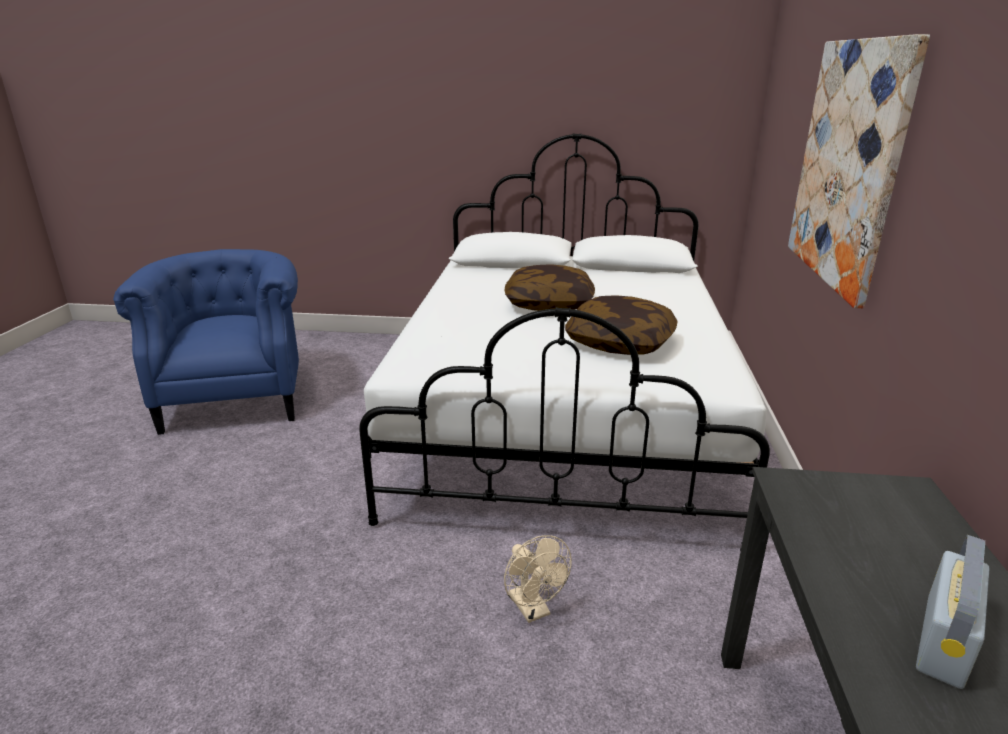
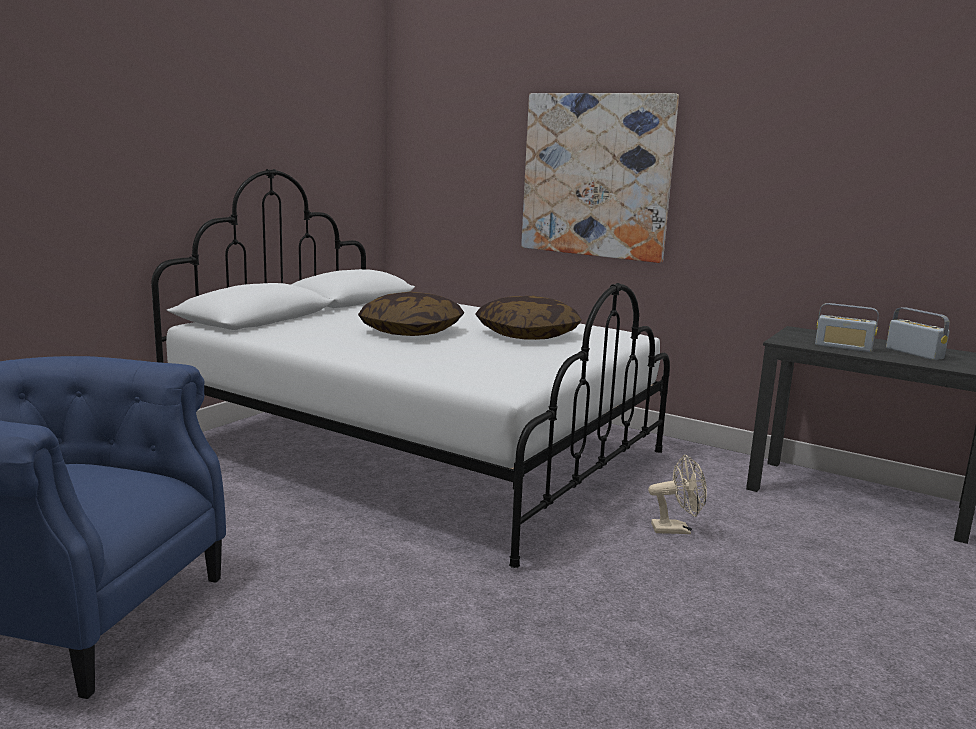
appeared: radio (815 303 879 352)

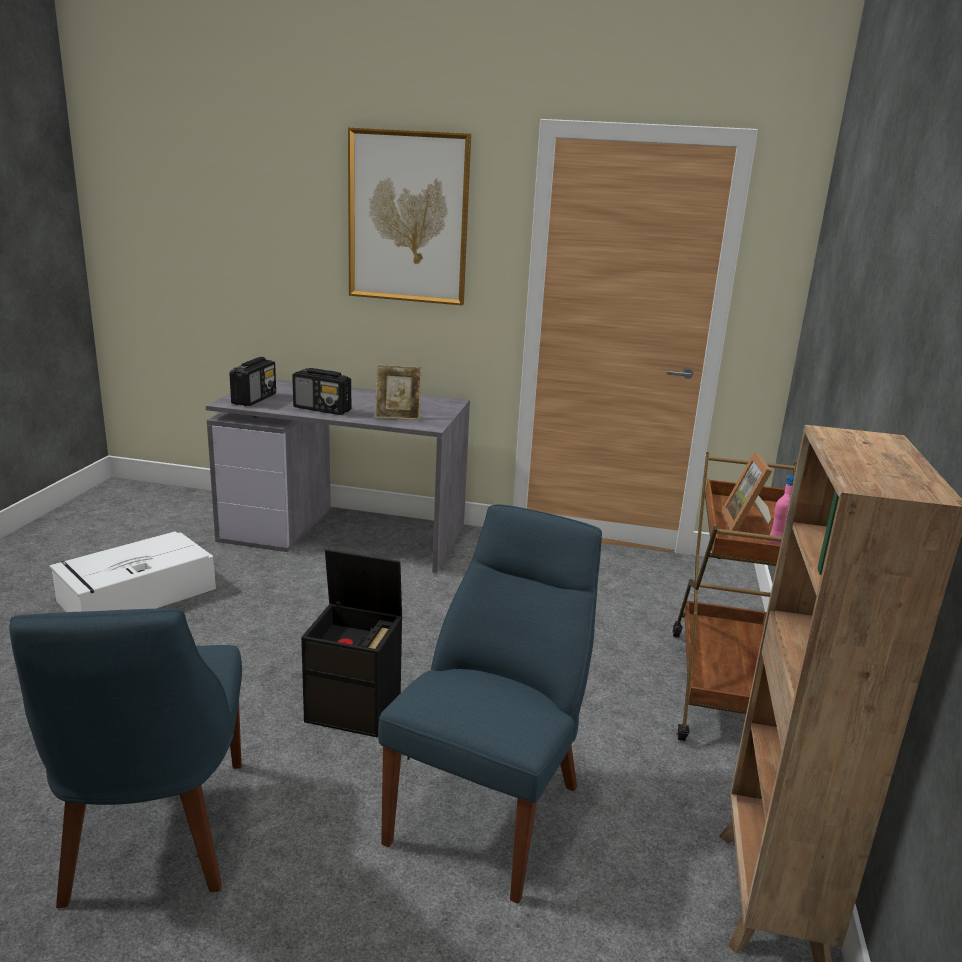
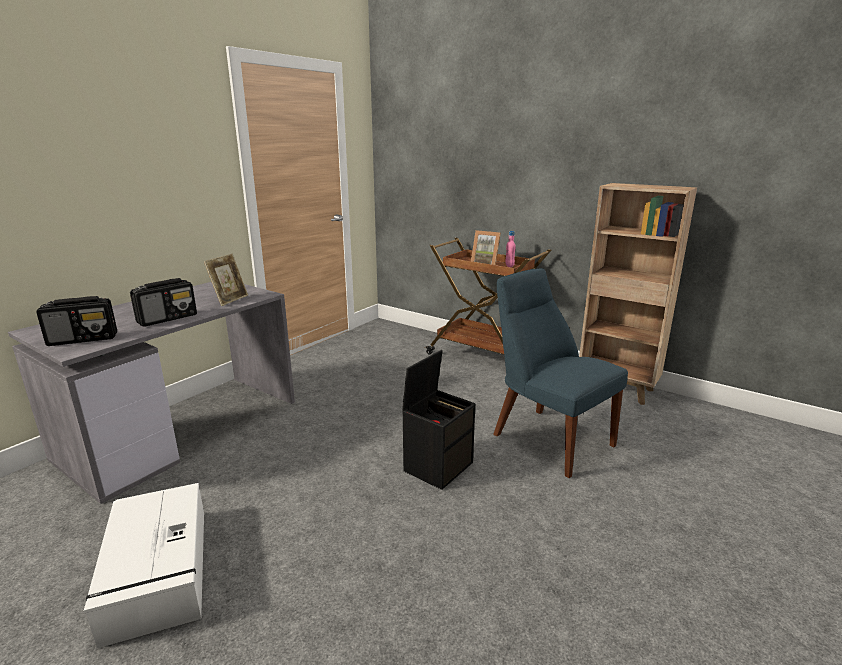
missing: picture (348 127 471 305); chair in blue (9 609 242 908)
spun: radio (229 357 276 406) = (36 296 117 346) 120 degrees clockwise

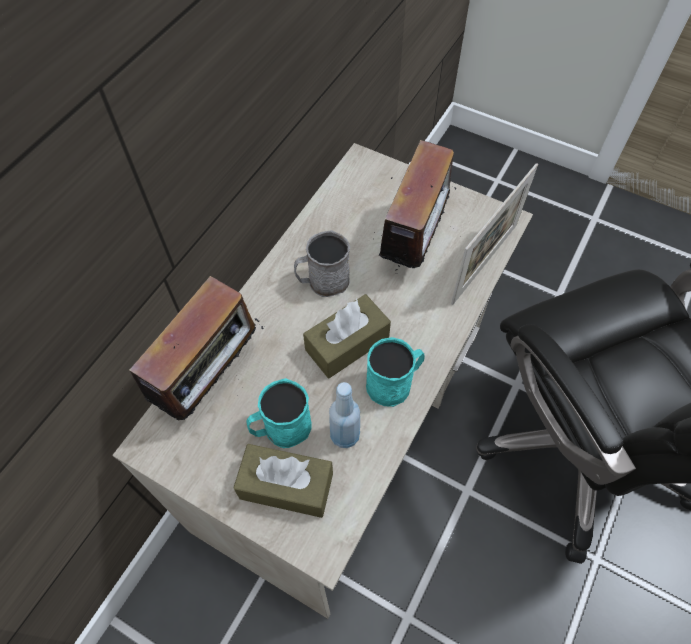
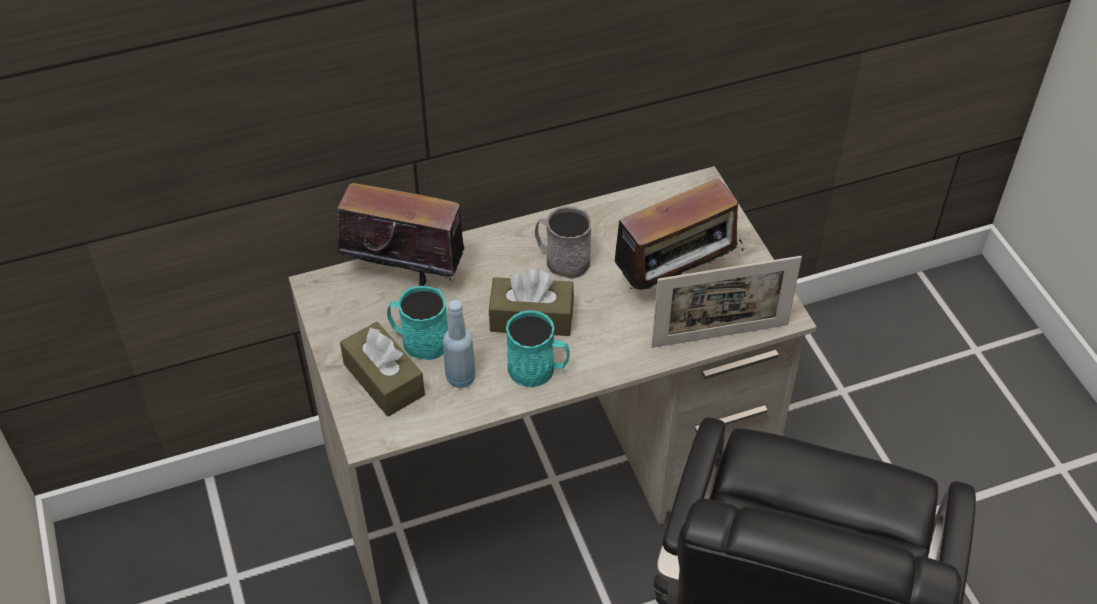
spun: radio (116 276 264 420) = (337 175 465 286) 150 degrees counterclockwise

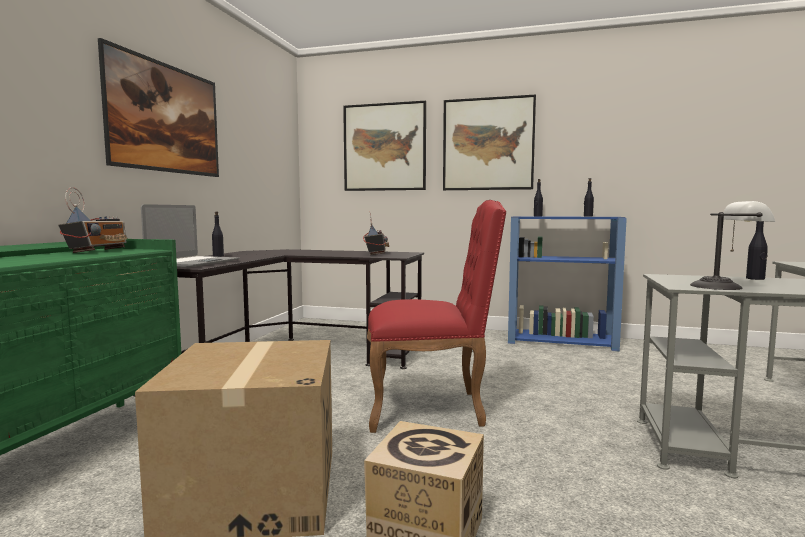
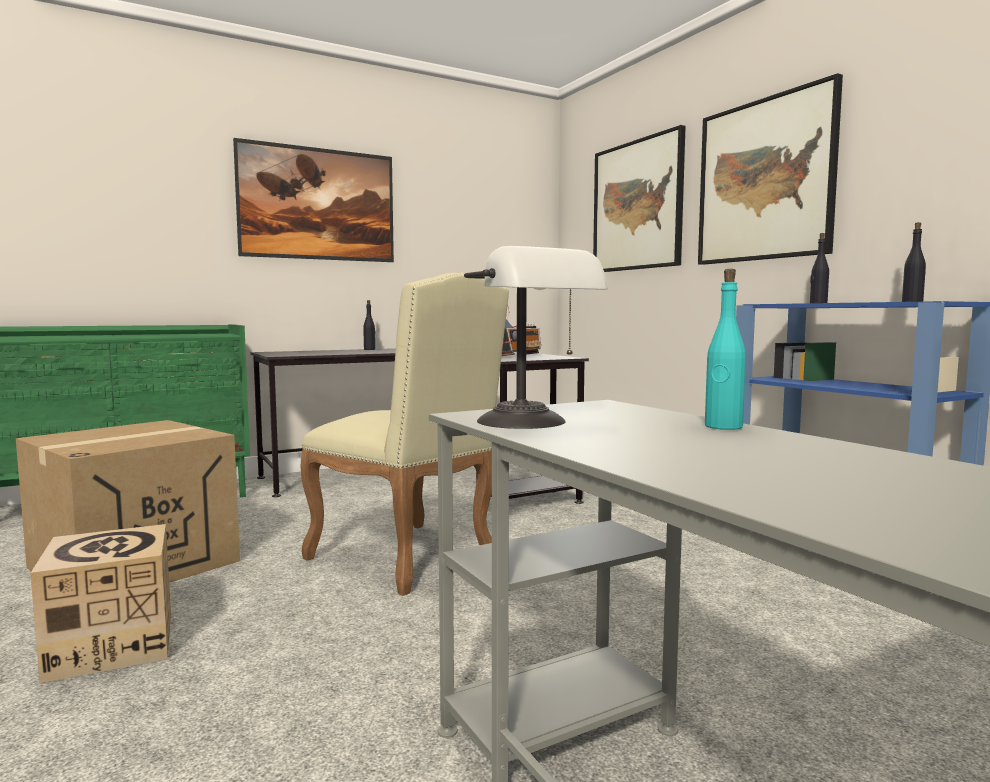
missing: radio (58 187 127 253); laptop (141 204 240 268)
colour: chair in red (367 200 506 433) to chair in beige (301 272 509 596); bottle in black (746 221 768 280) to bottle in turquoise (705 269 746 430)

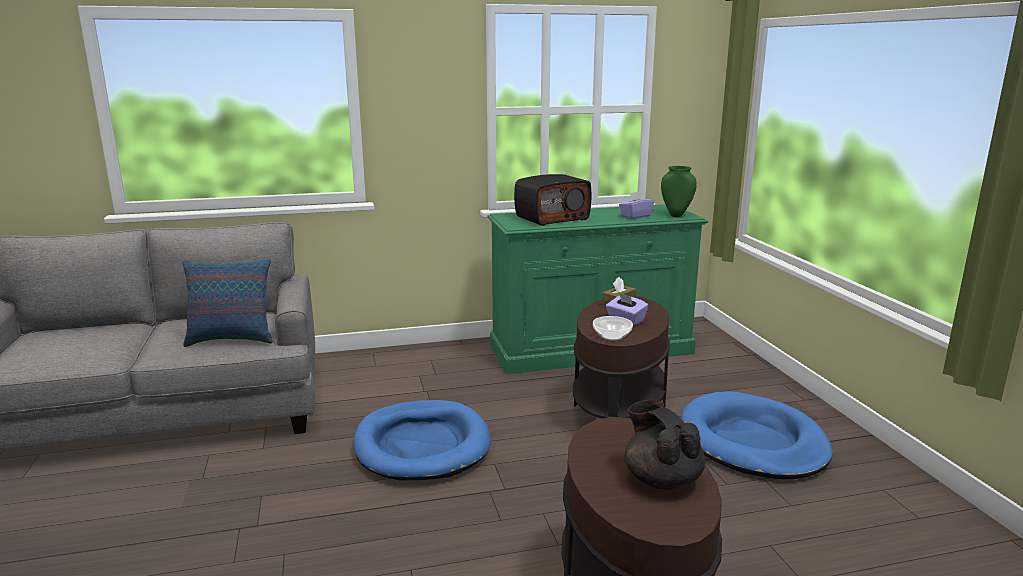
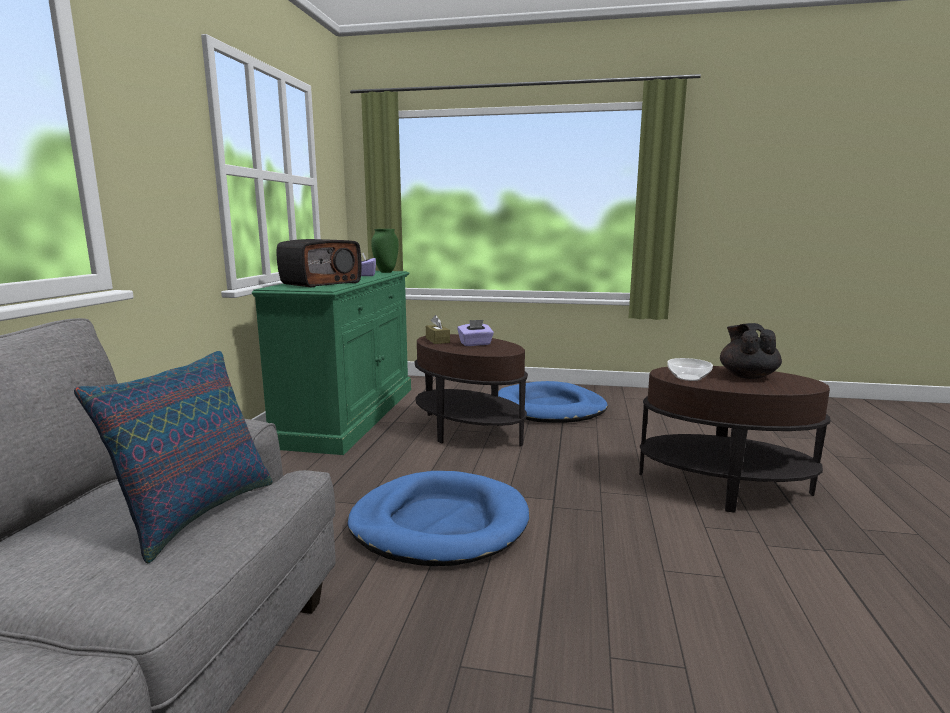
relocated: bowl (593 316 633 340) to (667 358 713 381)
spun: radio (514 174 591 226) = (277 239 361 287) 45 degrees clockwise; teapot in black (624 400 705 490) = (720 323 782 379) 90 degrees clockwise

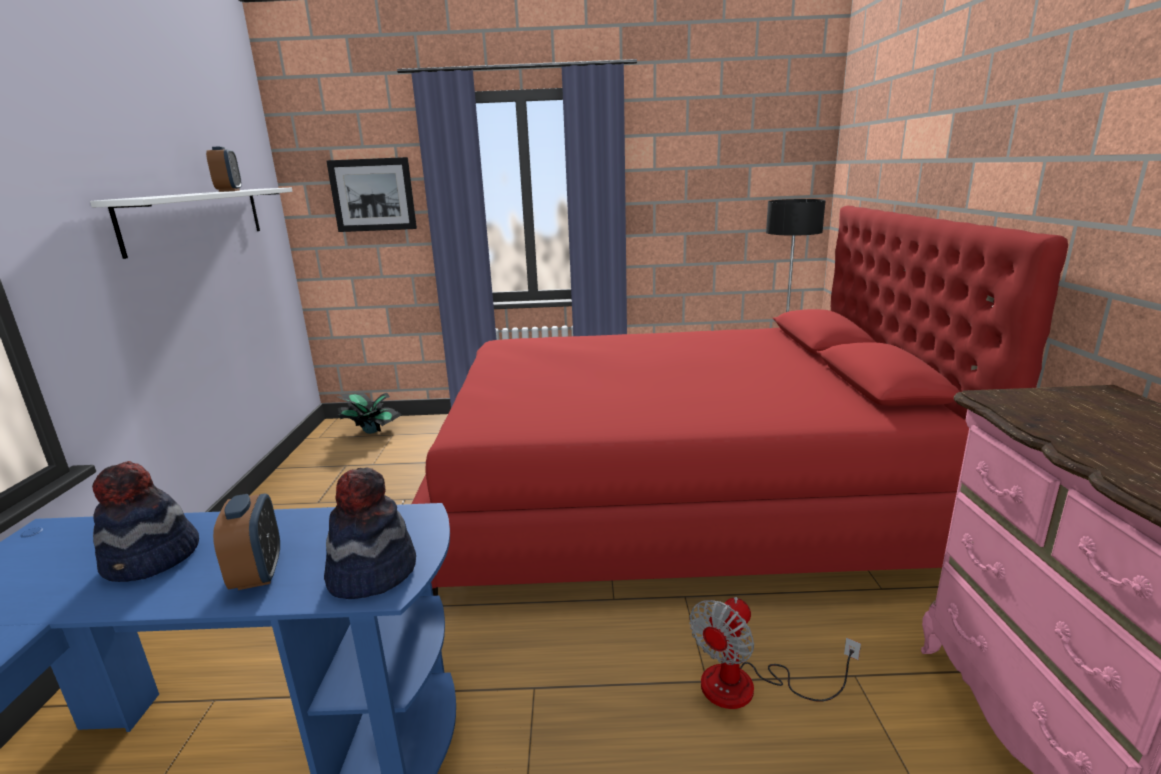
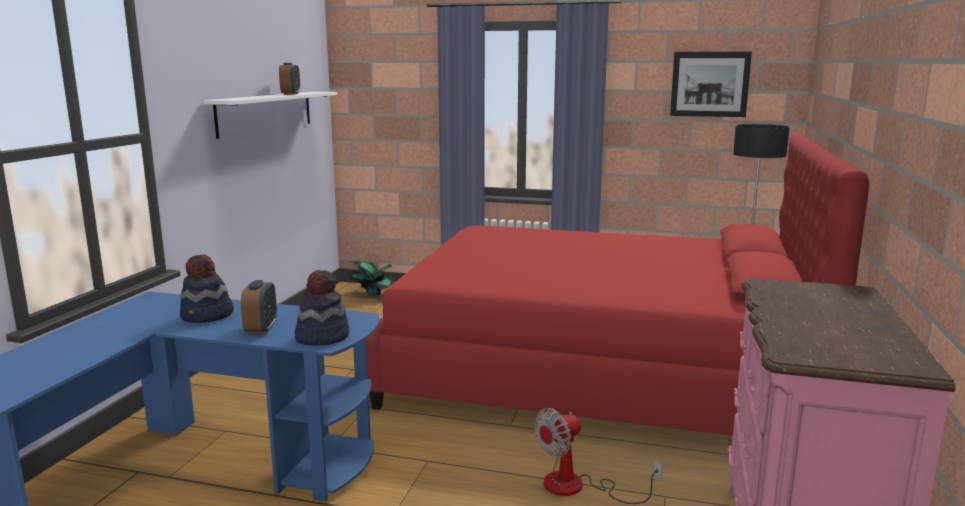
relocated: picture (326 157 417 232) to (670 52 752 117)

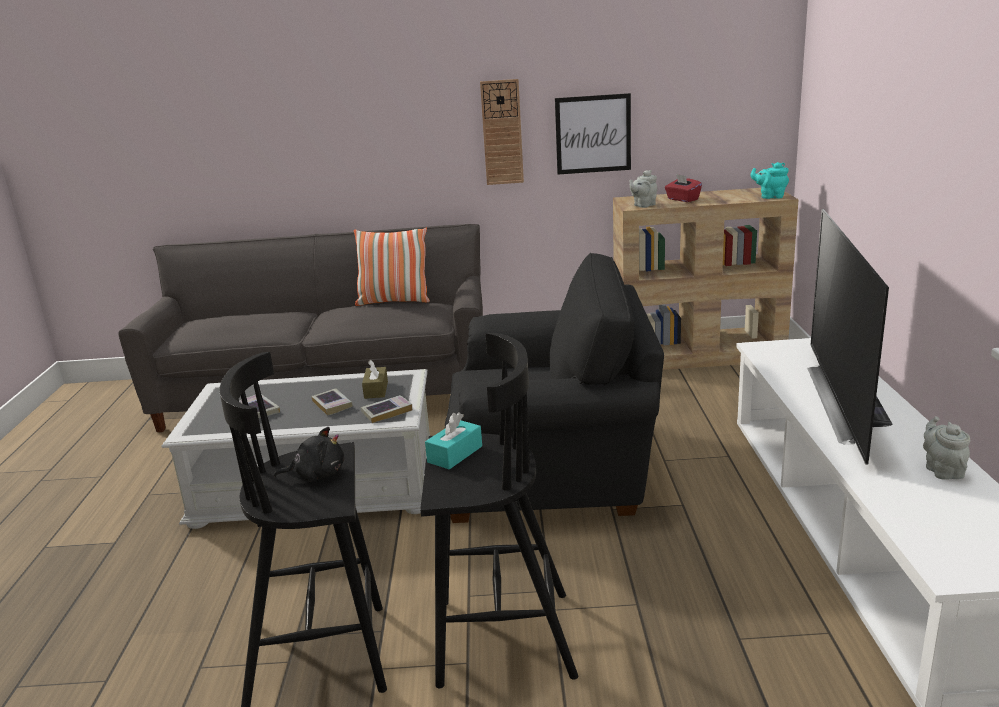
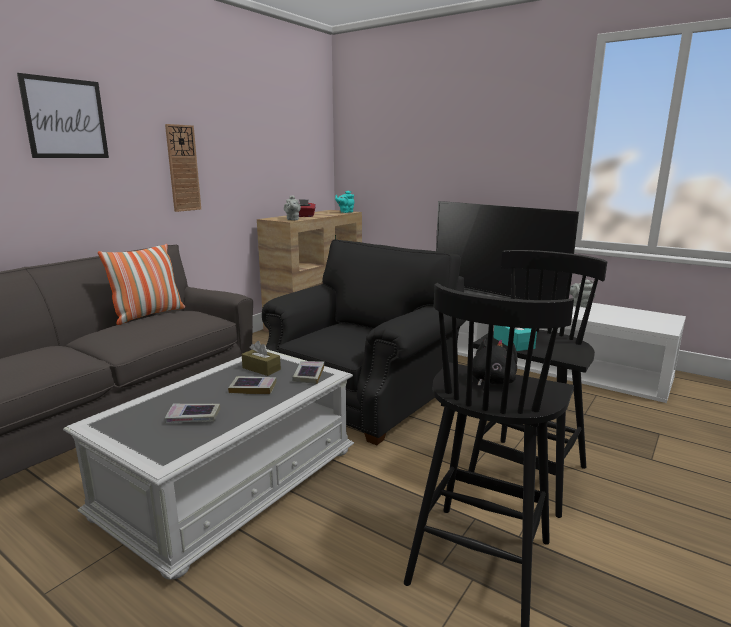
relocated: picture (555 93 631 174) to (17 73 109 158)

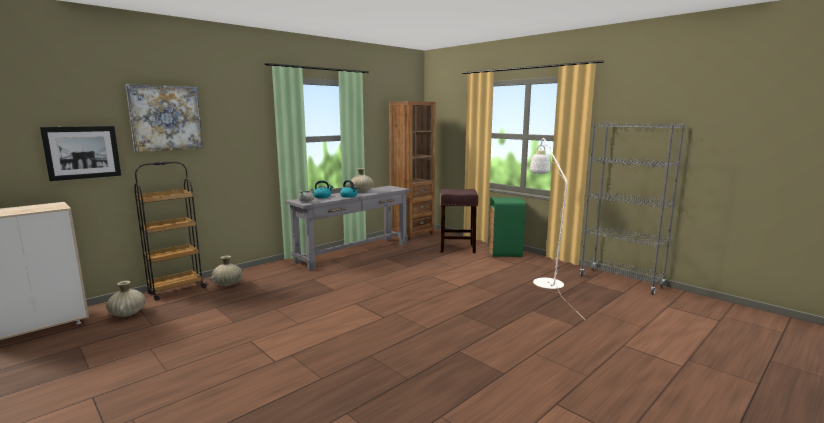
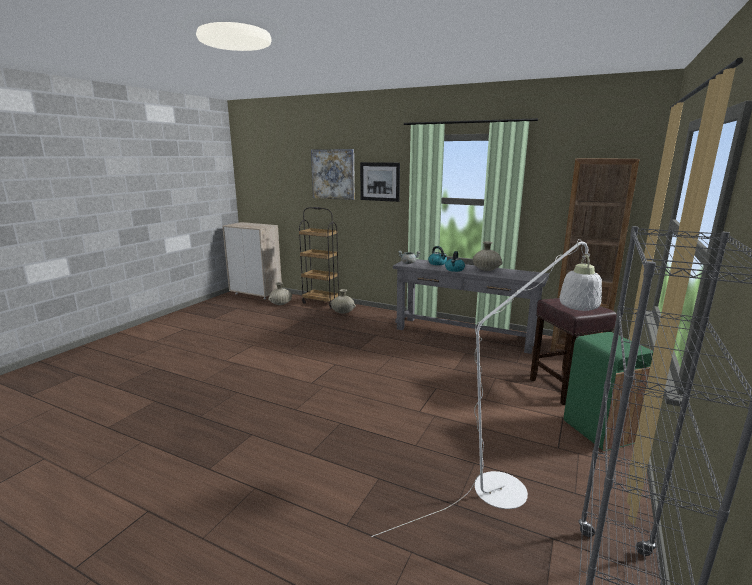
relocated: picture (40 126 121 181) to (360 162 400 202)

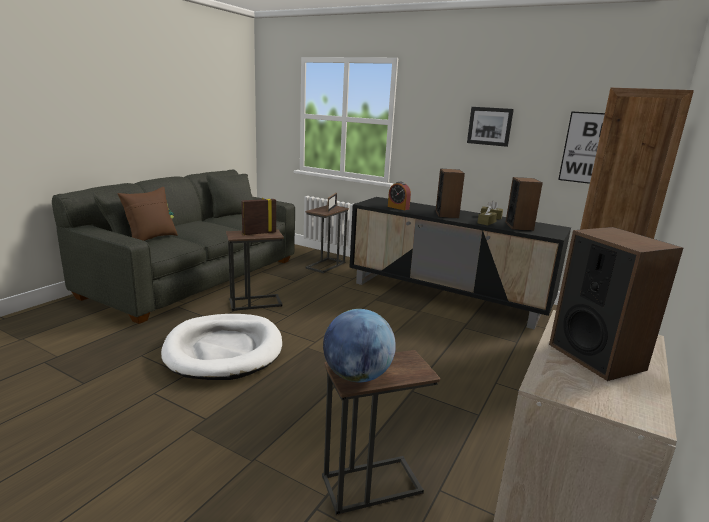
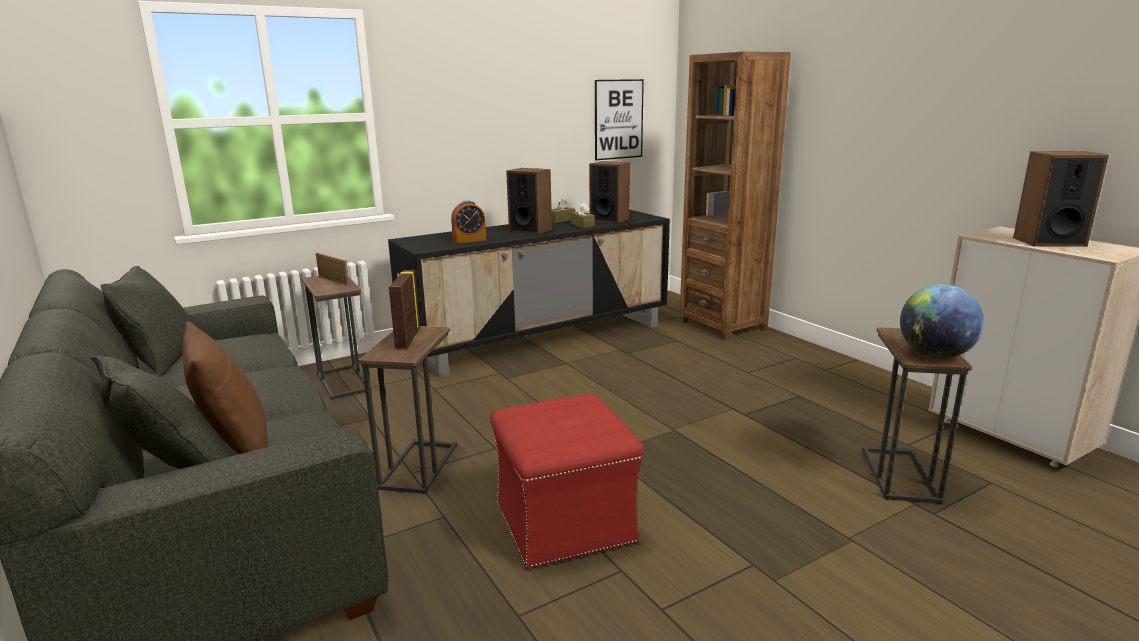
missing: picture (467 107 514 147)
exchanged: dog bed in white (161 314 282 380) to ottoman in red (490 394 644 569)

